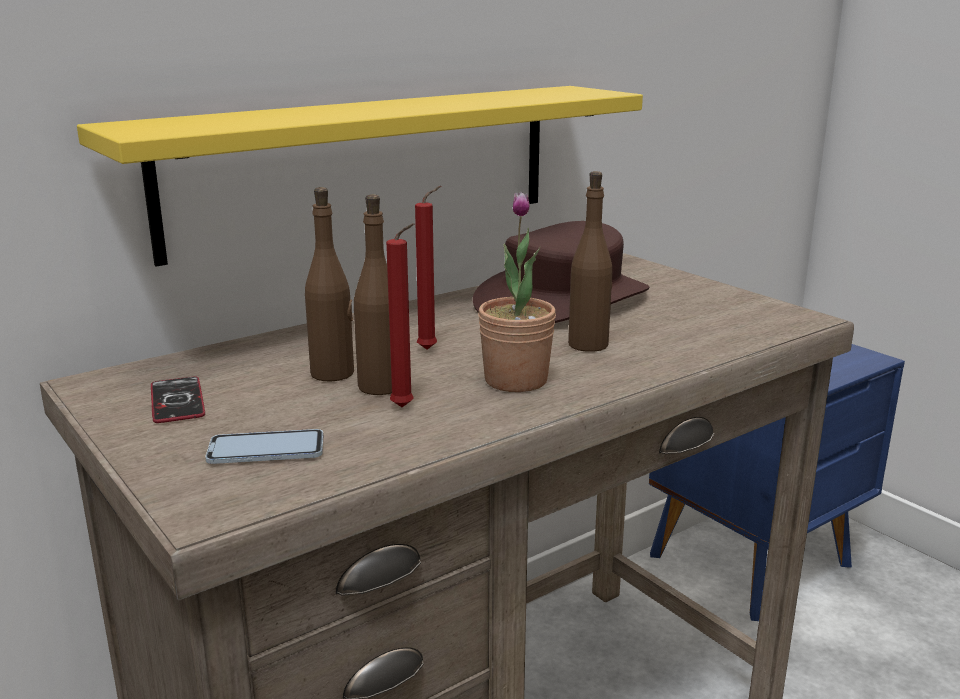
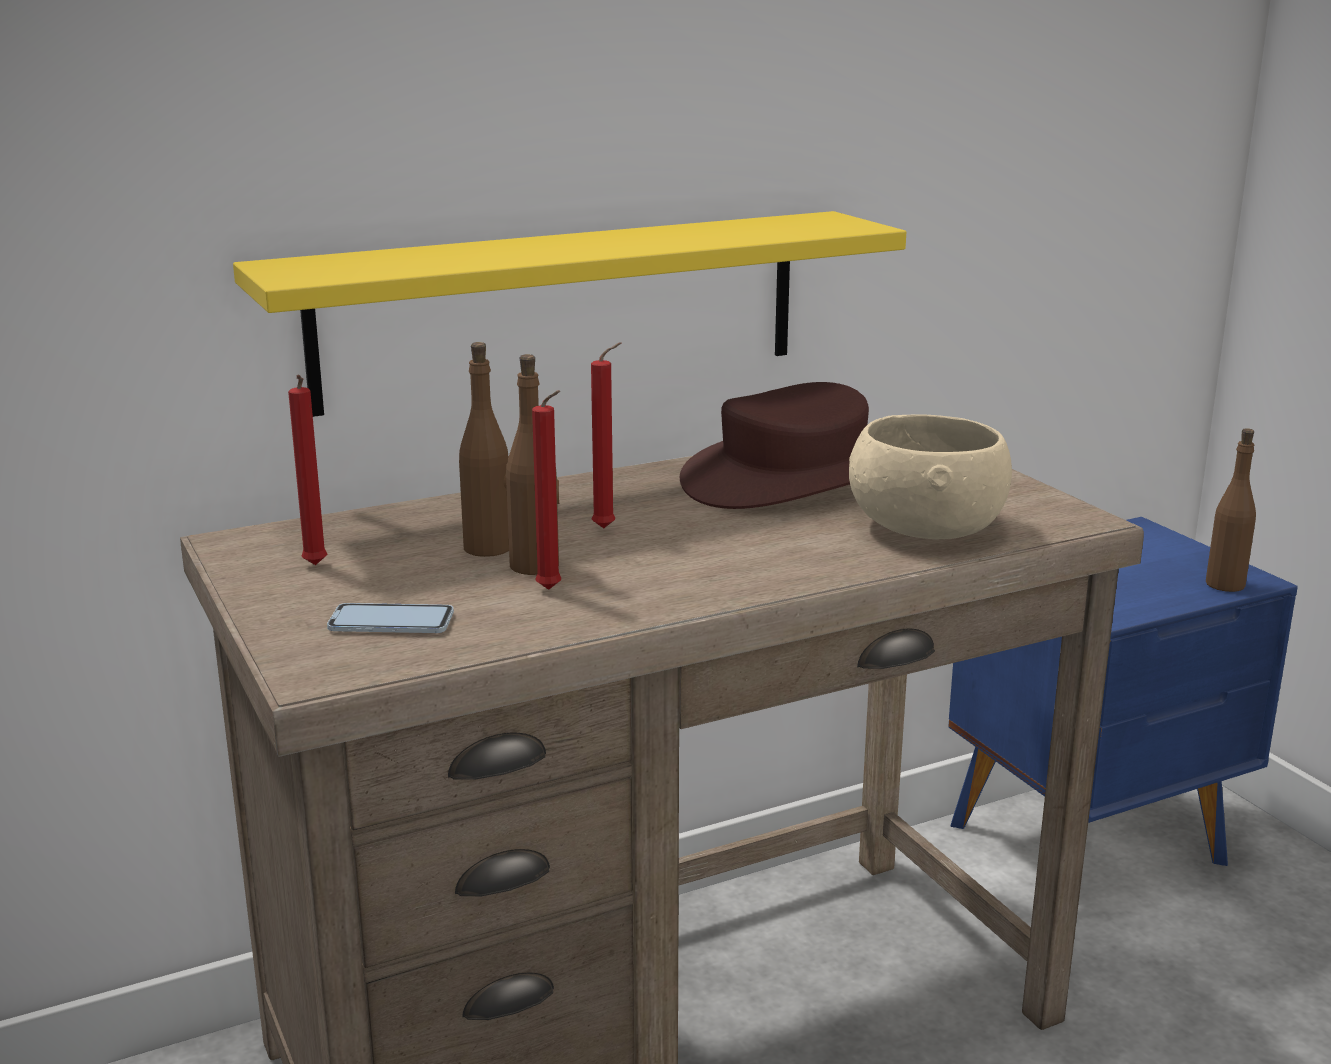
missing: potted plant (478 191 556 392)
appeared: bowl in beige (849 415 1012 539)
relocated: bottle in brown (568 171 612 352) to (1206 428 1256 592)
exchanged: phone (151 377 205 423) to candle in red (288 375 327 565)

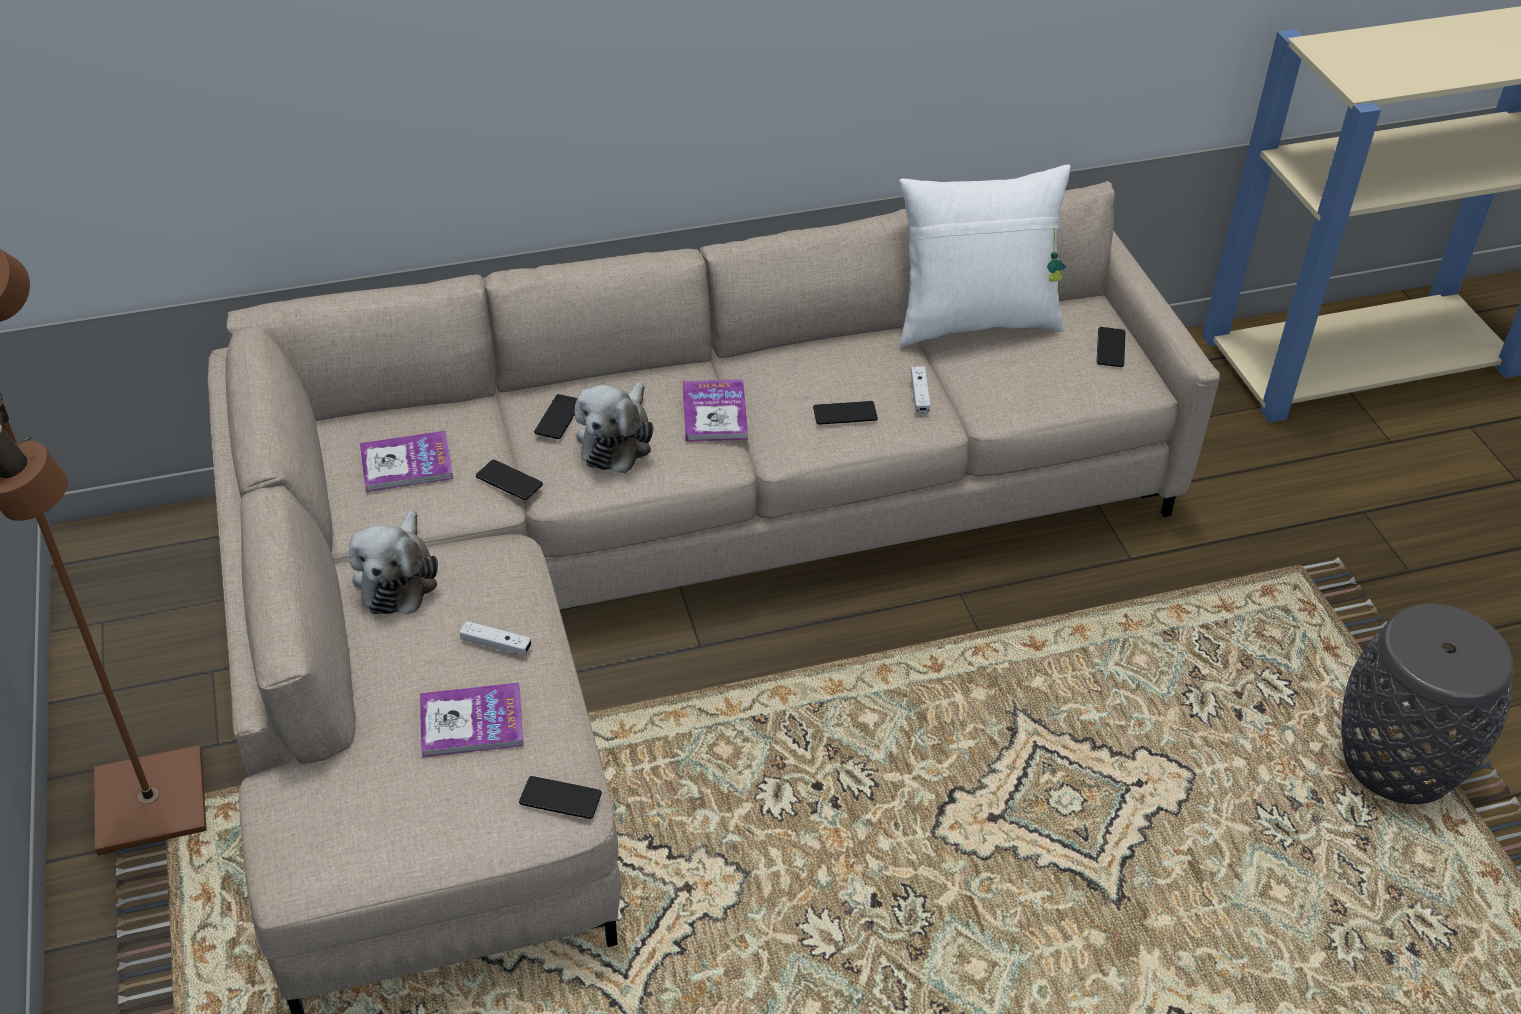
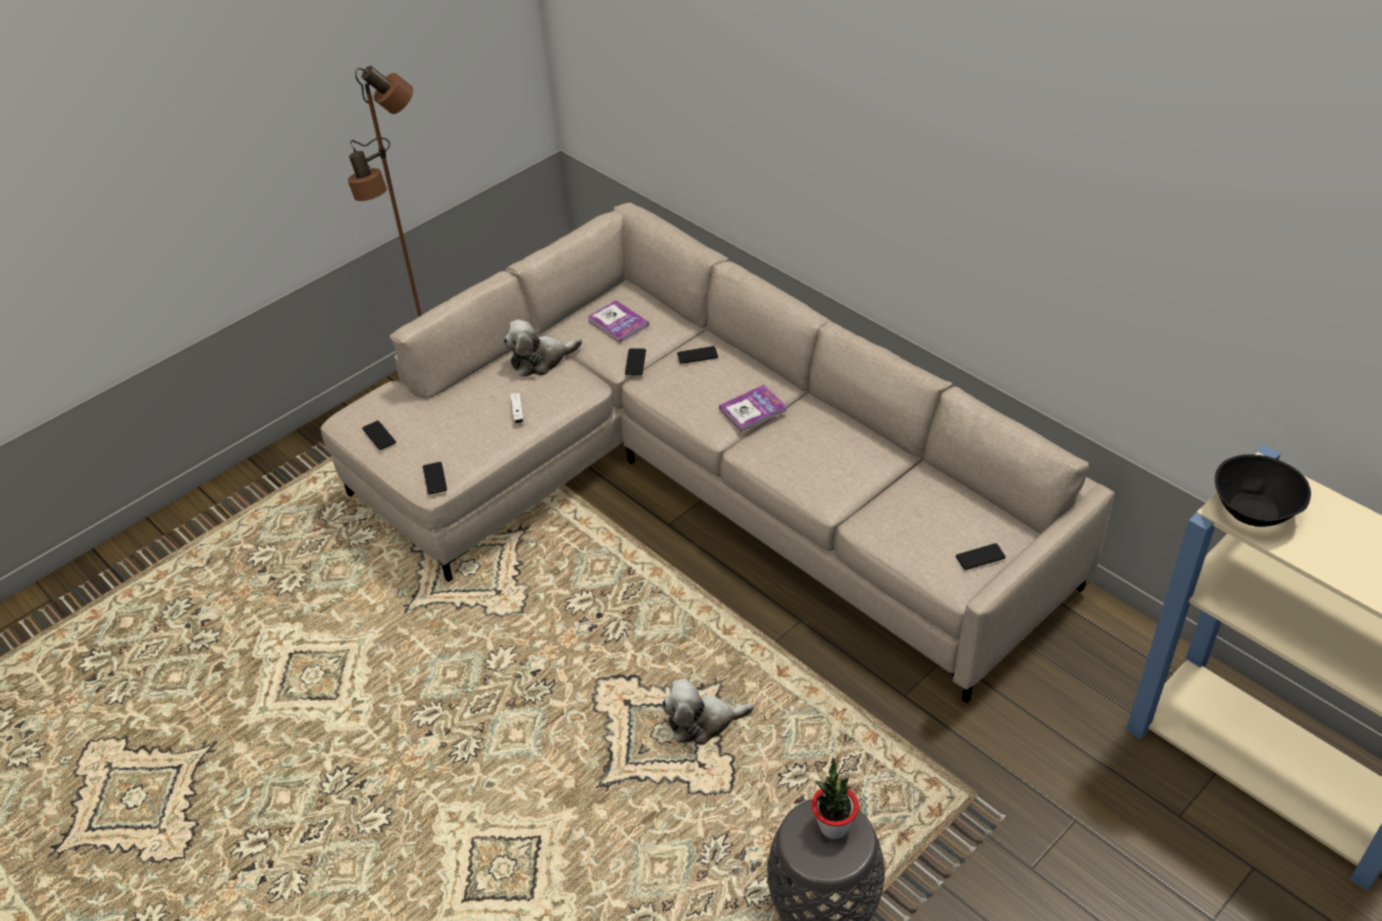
missing: pillow in white (899 165 1071 346); game controller in white (911 366 930 414); book (420 683 524 758)
appeared: bowl in black (1215 454 1311 527); potted plant (812 758 859 839)
relocated: plush toy (575 382 654 473) to (662 679 754 745); phone (813 401 878 425) to (362 420 396 450)

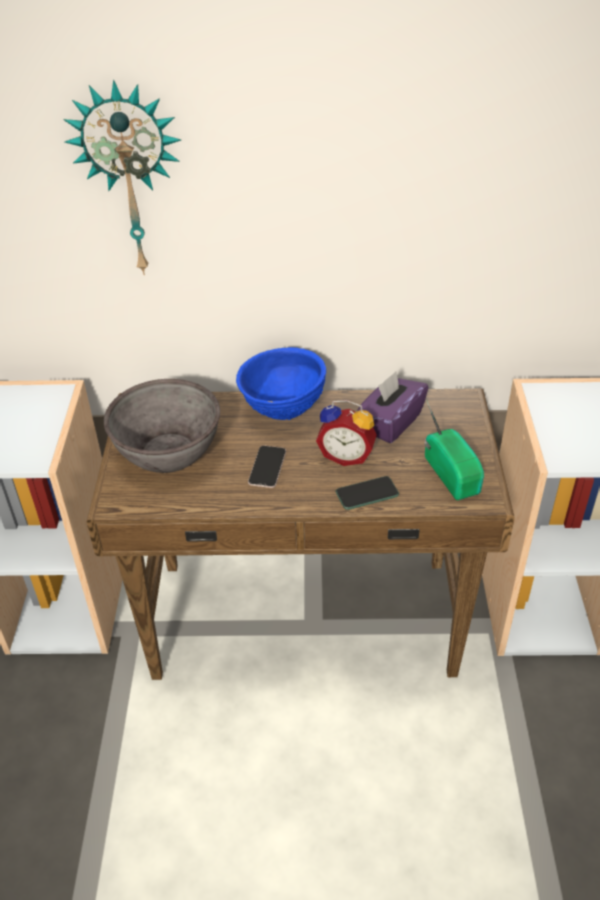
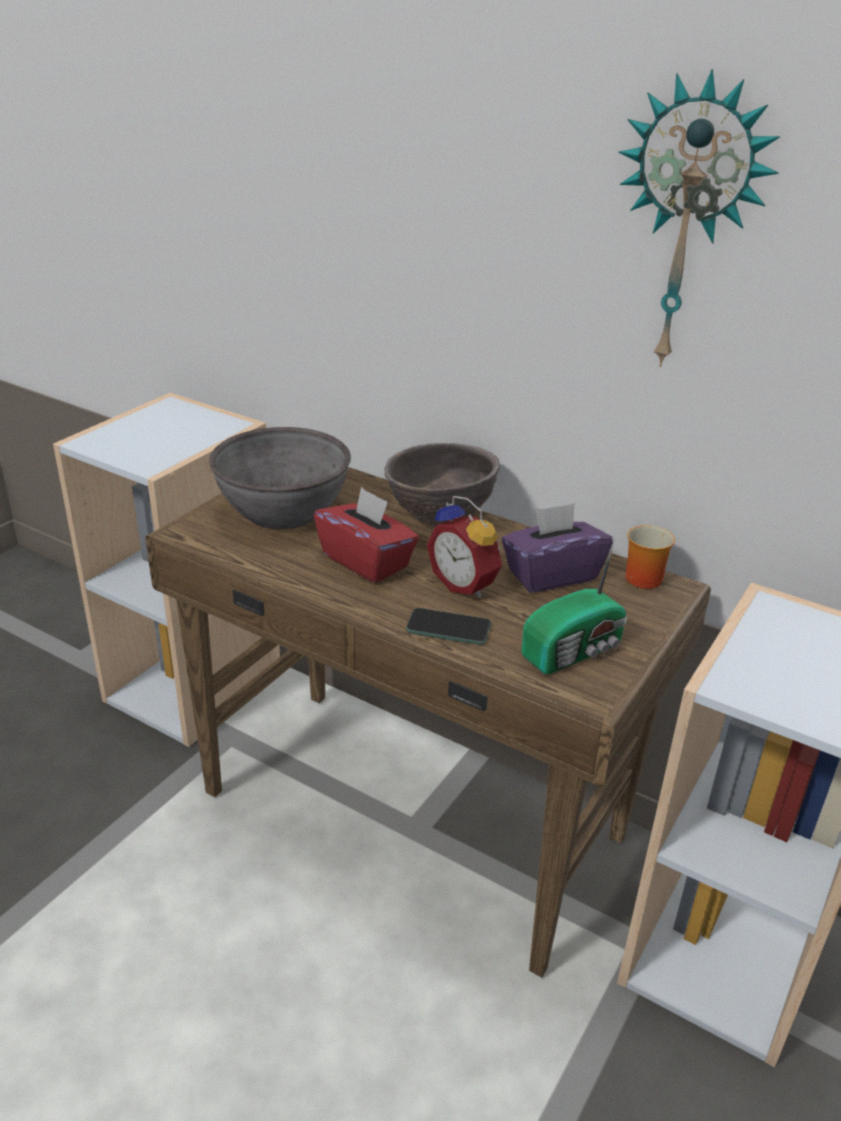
appeared: mug (625 525 675 589)
relocated: wall clock (63 80 181 275) to (618 69 780 367)
exchanged: phone (248 445 286 488) to tissue box in red (314 487 419 583)
colour: bowl in blue (236 347 326 420) to bowl in brown (384 443 500 527)
spun: radio (425 399 484 500) = (522 539 627 675) 45 degrees clockwise

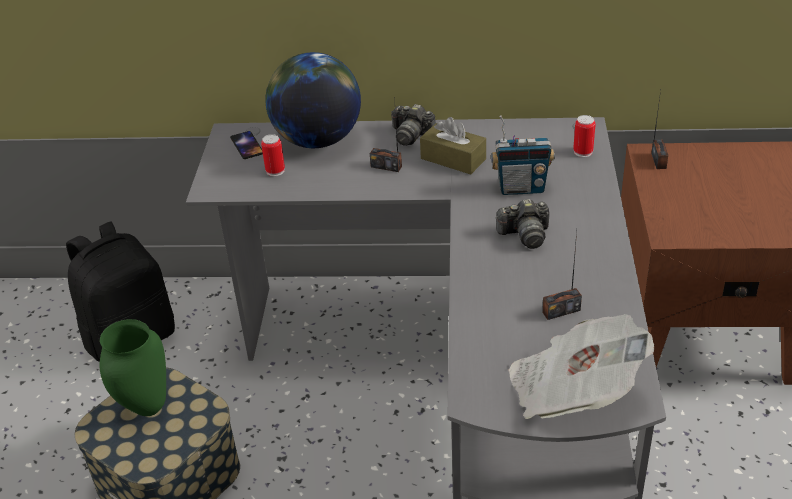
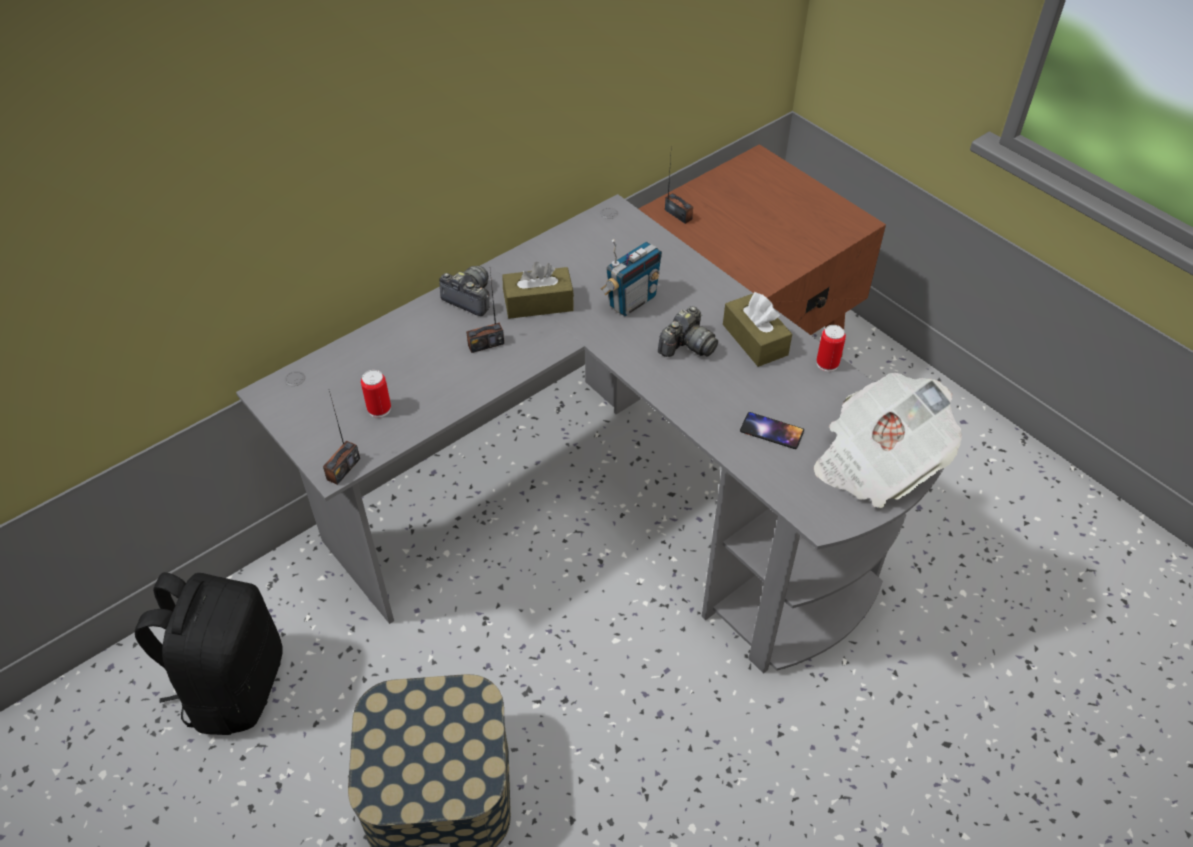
missing: globe (265 52 361 148); vase in green (100 319 166 416)
appeared: tissue box in brown (723 292 792 367)
relocated: can (573 115 596 157) to (816 325 846 372); phone (230 131 263 159) to (740 412 804 449); radio (542 232 582 320) to (323 391 360 485)
spun: photo camera (391 104 436 146) = (439 266 490 316) 135 degrees counterclockwise

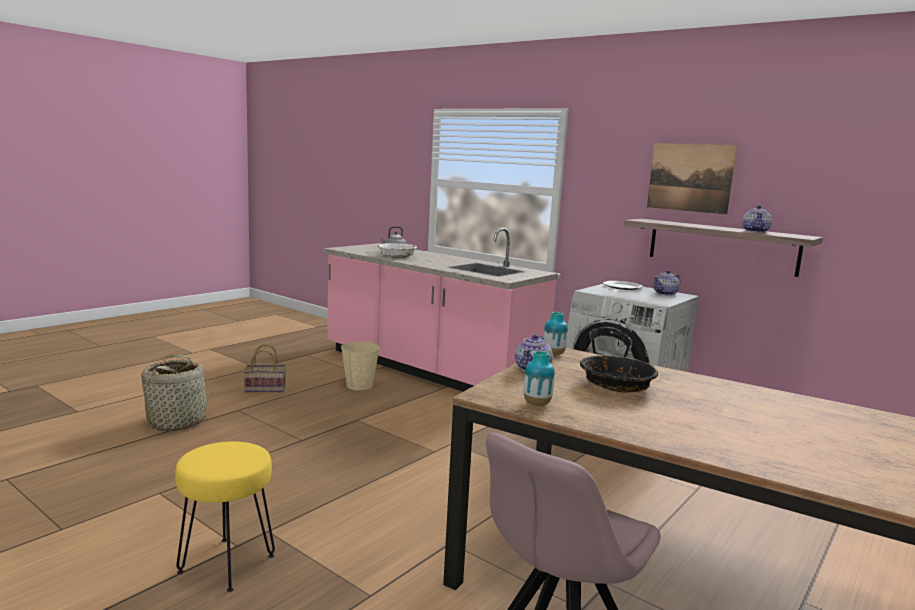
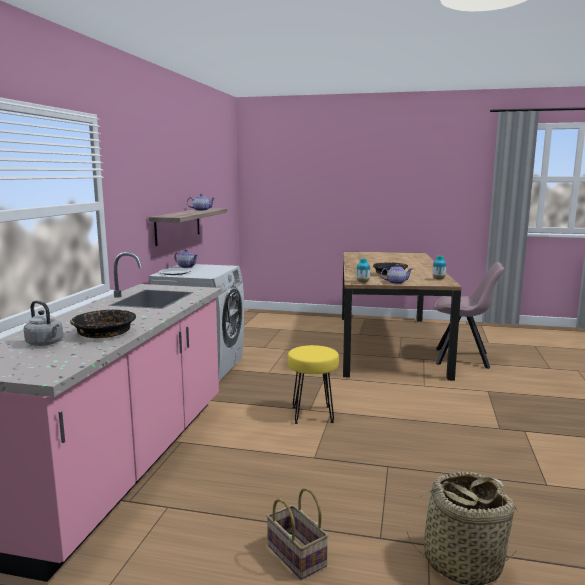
missing: picture (647 143 737 215); bucket in beige (341 341 380 390)
relocated: stool in yellow (175 442 275 592) to (287 345 339 424)
colour: bowl in white (378 243 417 258) to bowl in black (70 309 136 338)

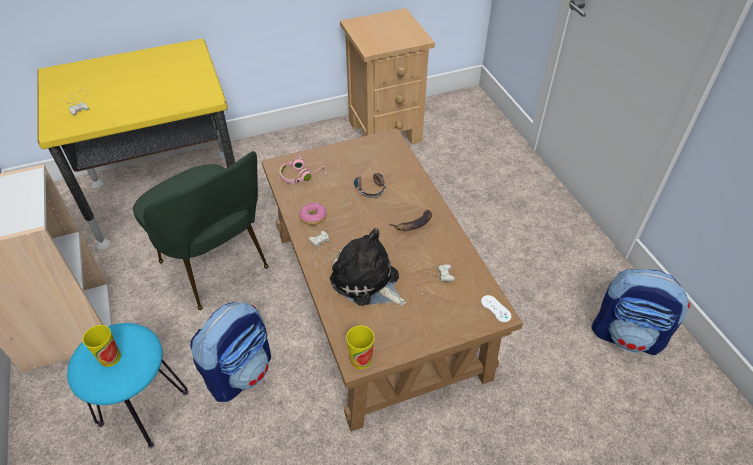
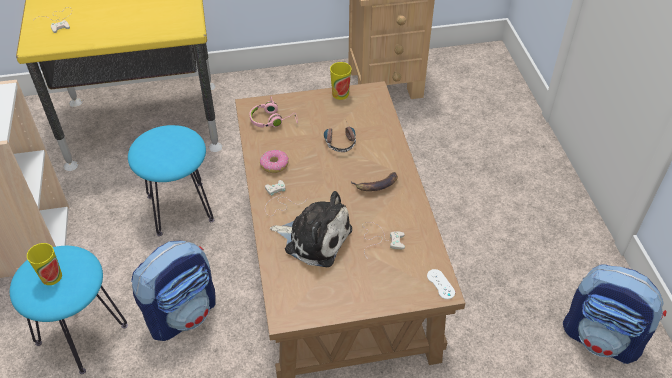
relocated: cup (346 325 374 369) to (330 62 351 100)
exchanged: chair in green (133 151 269 310) to stool in turquoise (128 125 214 236)
spun: plush toy (330 228 406 306) = (270 191 352 267) 150 degrees clockwise

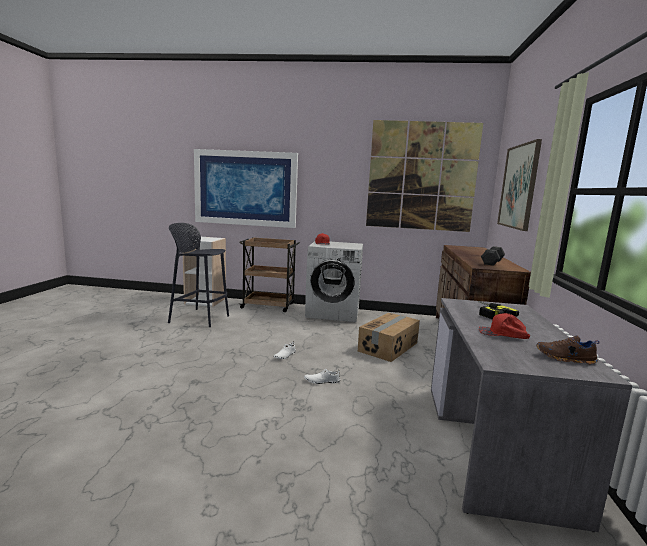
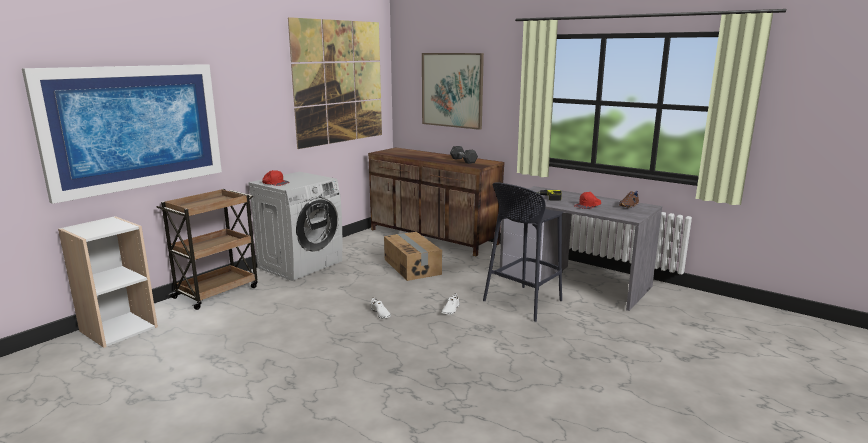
relocated: stool in grey (168 223 229 327) to (483 182 563 322)

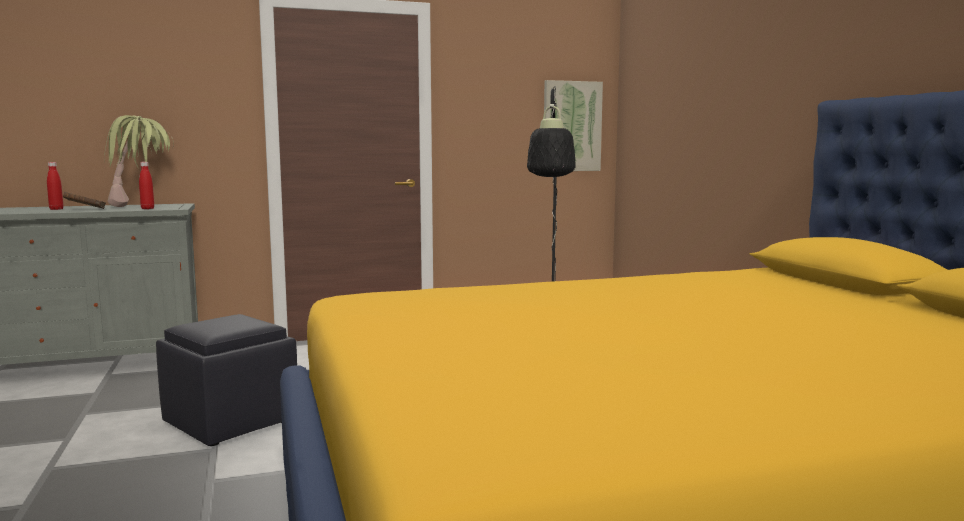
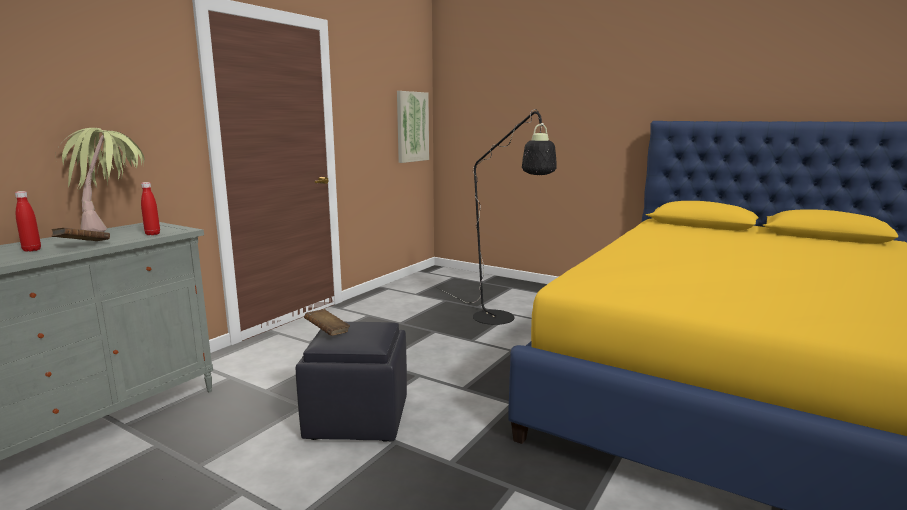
appeared: book in brown (304 309 350 336)

